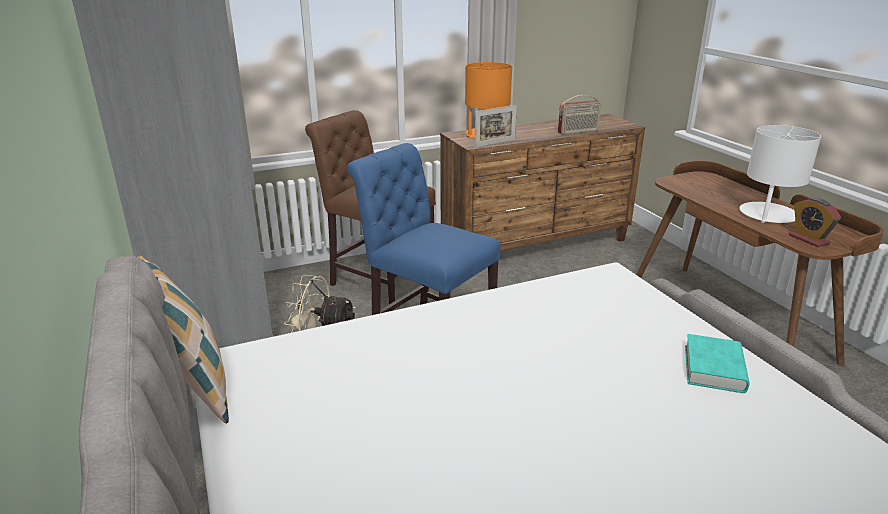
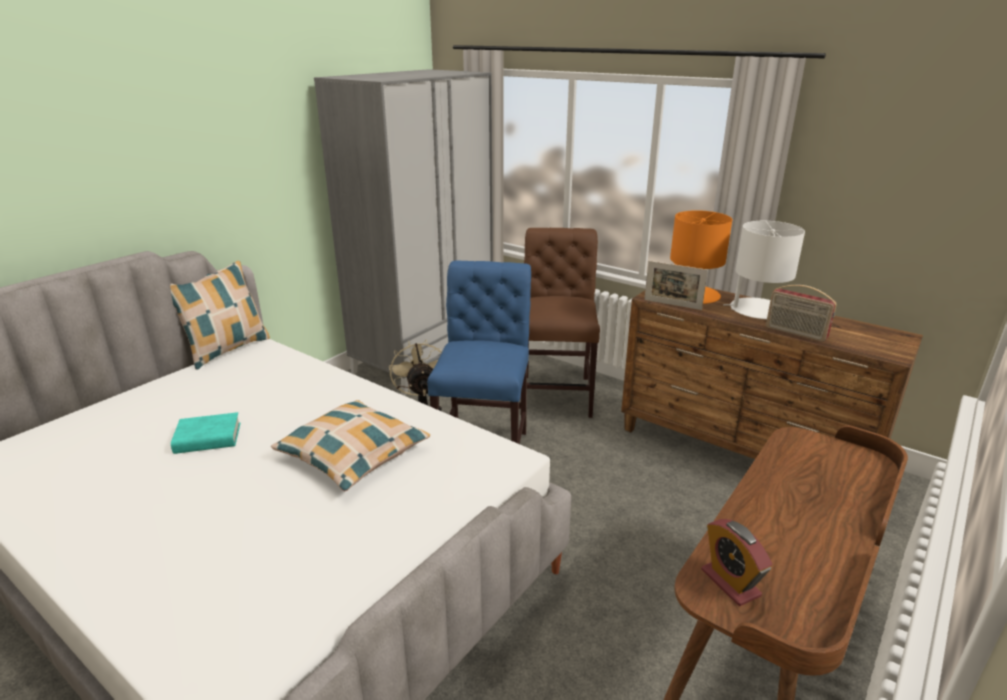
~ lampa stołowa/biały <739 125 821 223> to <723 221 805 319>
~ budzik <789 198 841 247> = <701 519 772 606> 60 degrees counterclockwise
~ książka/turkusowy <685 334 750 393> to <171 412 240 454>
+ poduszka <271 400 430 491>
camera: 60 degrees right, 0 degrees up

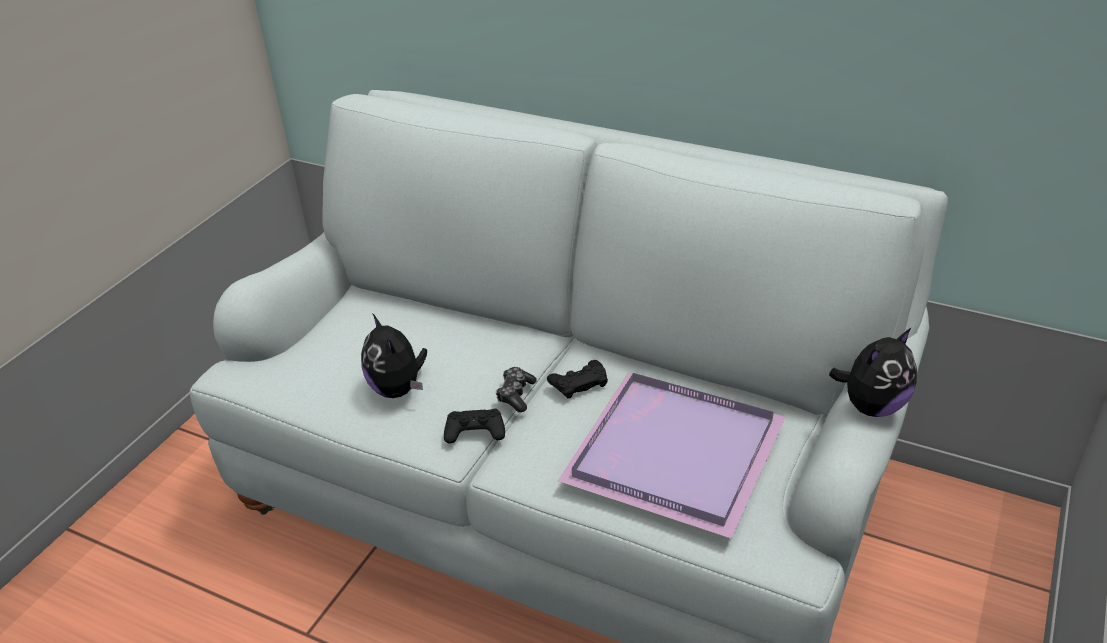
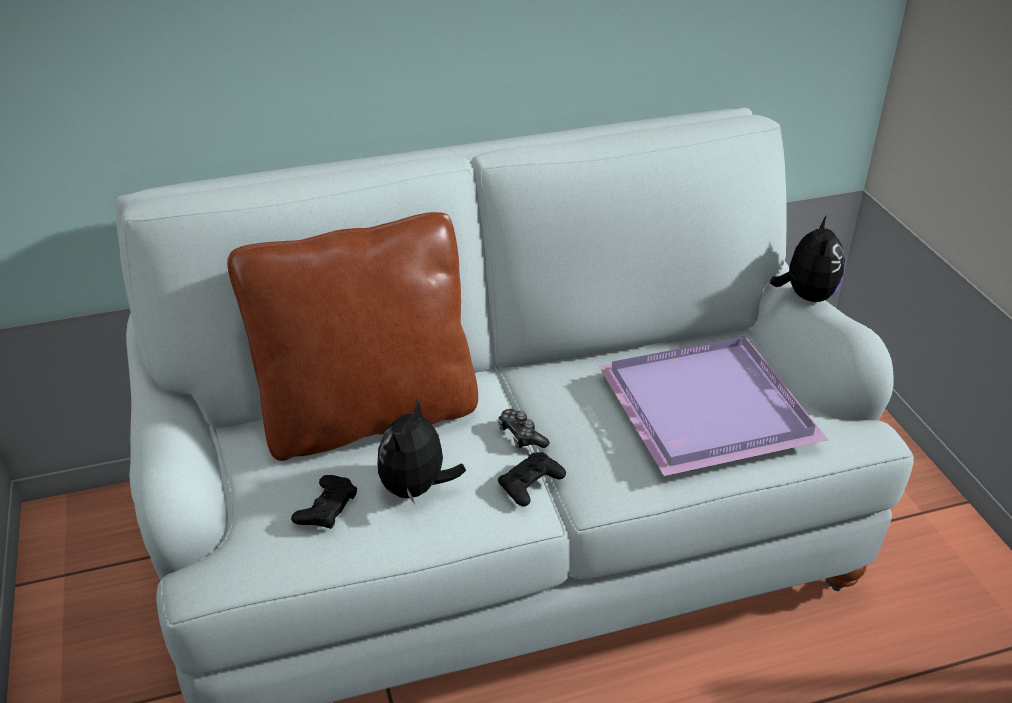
~ pluszak <361 313 427 398> = <377 397 466 505> 90 degrees clockwise
~ pad do gier/czarny <547 360 608 399> to <291 475 357 529>
+ poduszka/brązowy <227 212 478 461>
camera: 45 degrees left, 0 degrees up

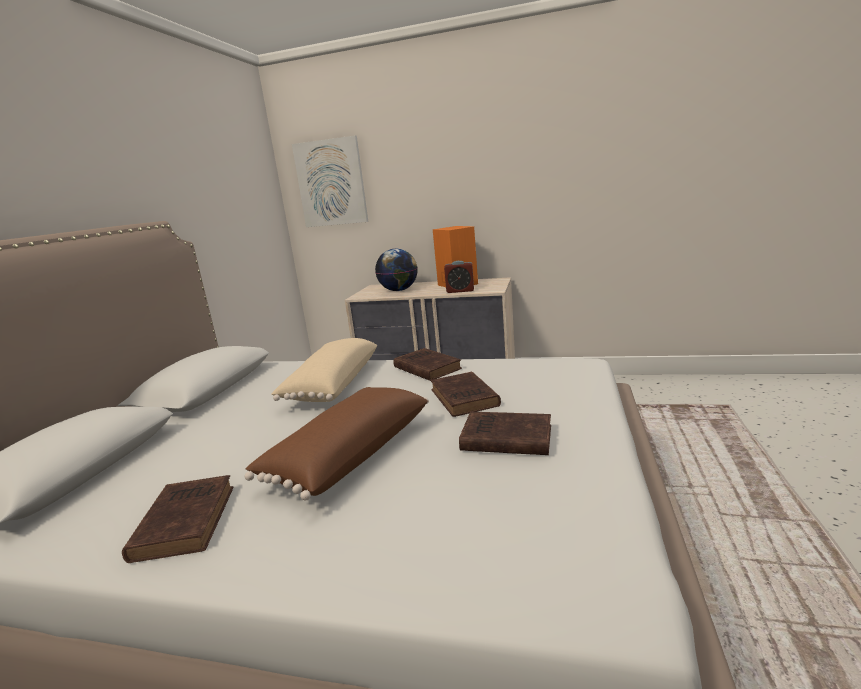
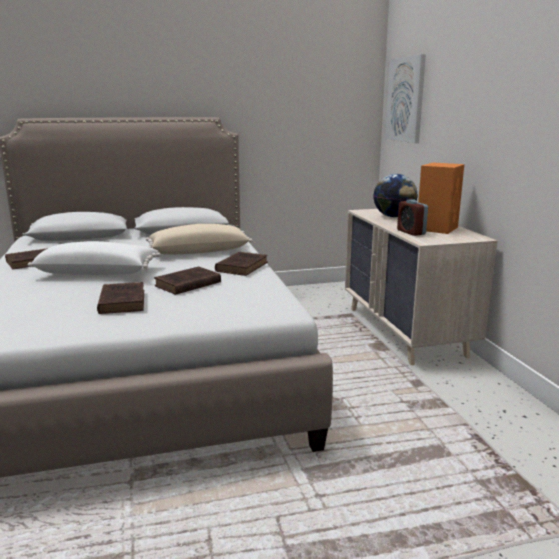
~ poduszka/brązowy <245 387 429 500> to poduszka/biały <28 241 161 275>
camera: 60 degrees right, 0 degrees up

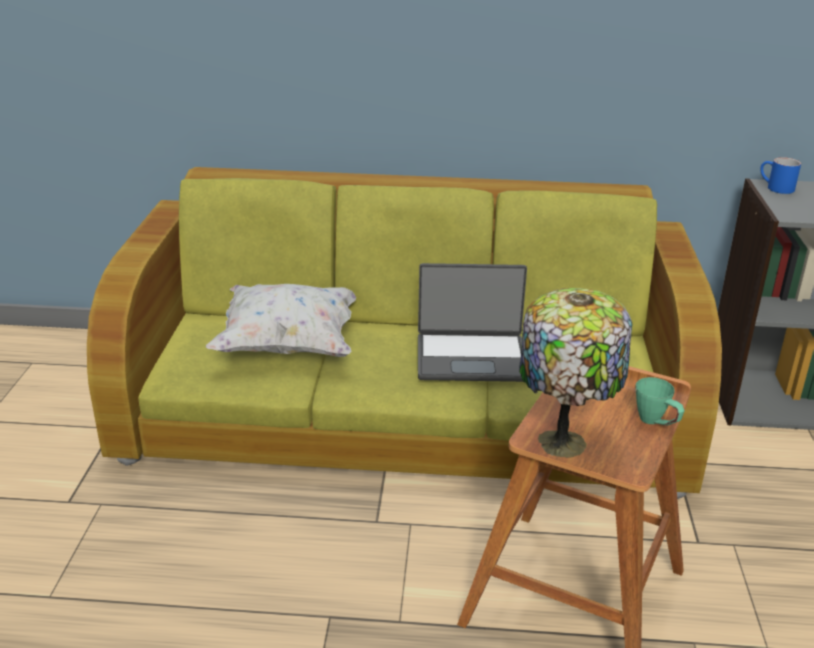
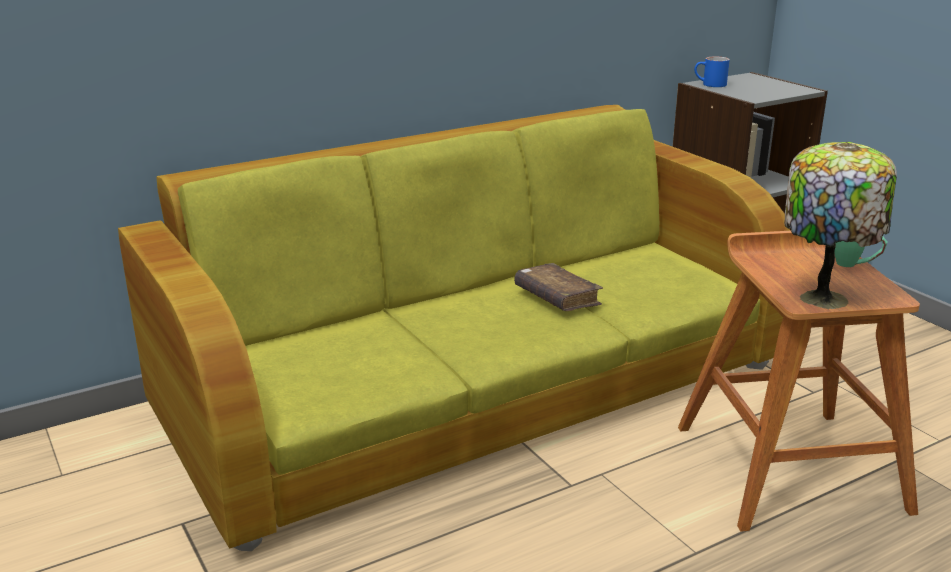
~ laptop <418 263 527 382> to książka/brązowy <514 263 603 311>
- poduszka/biały <206 284 356 357>
camera: 35 degrees left, 5 degrees down

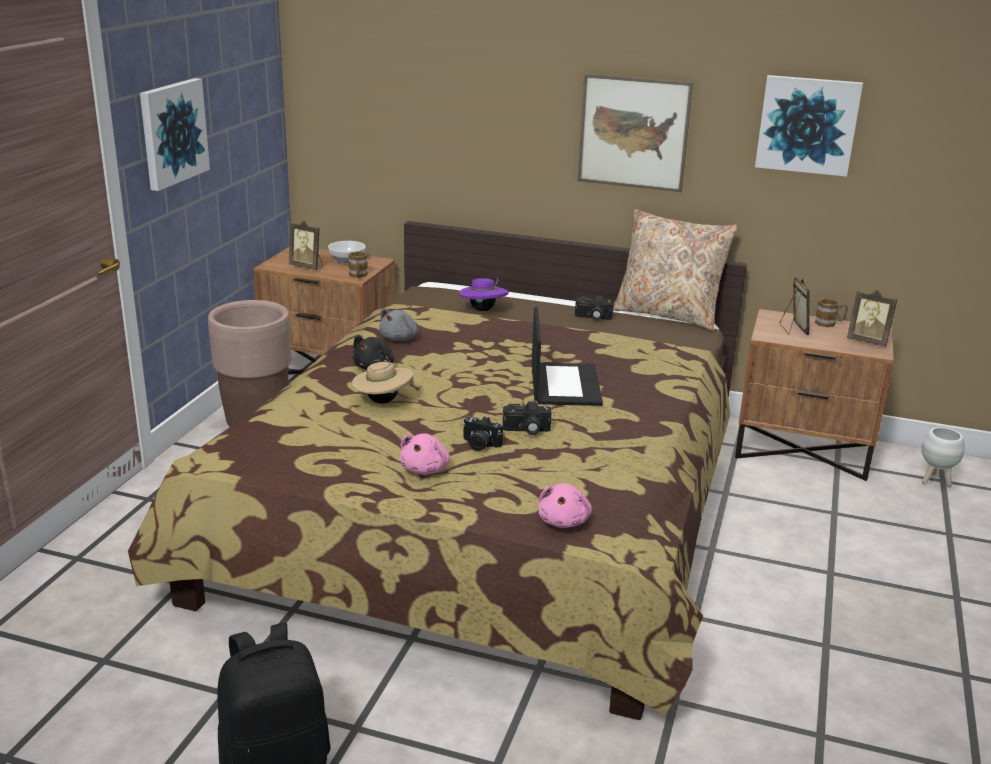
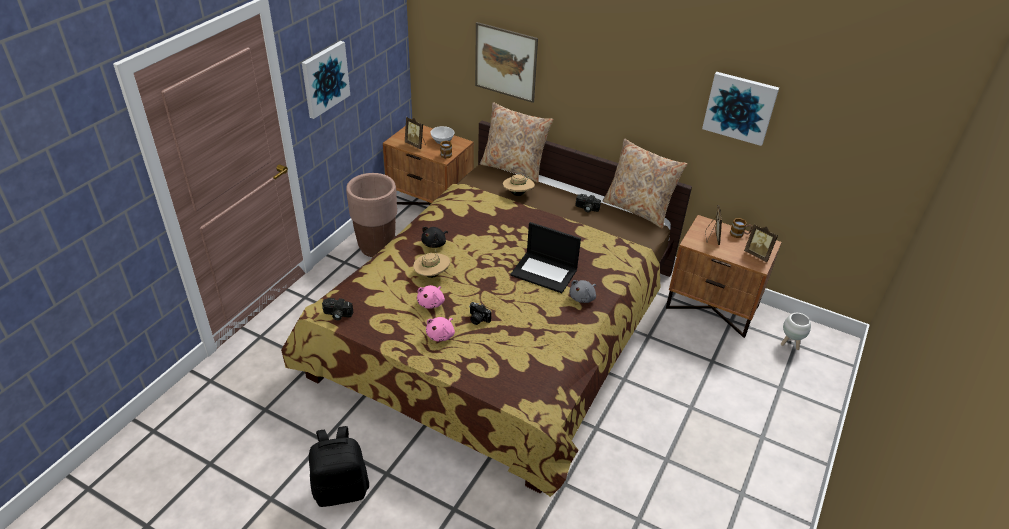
~ obraz <578 74 693 192> to <475 22 538 103>
~ kapelusz/fioletowy <459 277 509 311> to kapelusz/beżowy <503 174 535 196>
~ laptop <532 307 603 406> = <510 222 581 293> 105 degrees clockwise
~ pluszak/szary <379 308 418 341> to <570 280 596 303>
~ aparat fotograficzny <502 402 551 435> to <322 298 353 320>
~ pluszak/różowy <538 483 592 528> to <417 285 445 309>
+ poduszka/beżowy <480 102 553 183>
camera: 10 degrees right, 15 degrees up

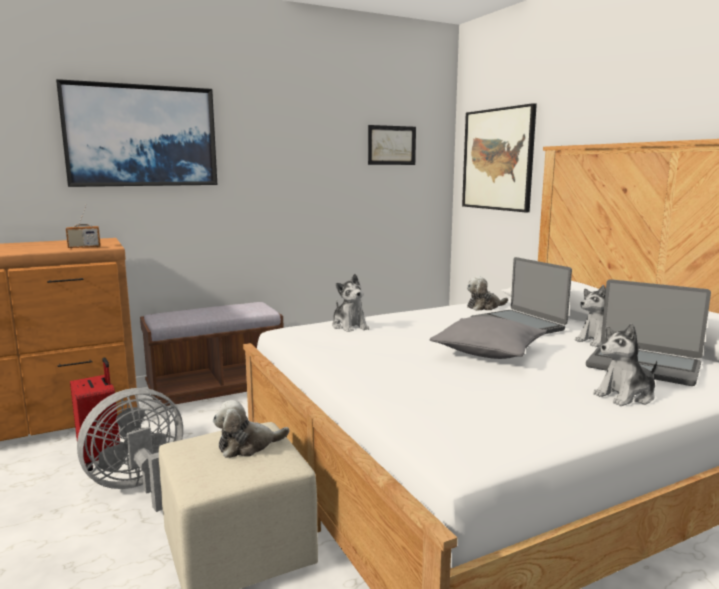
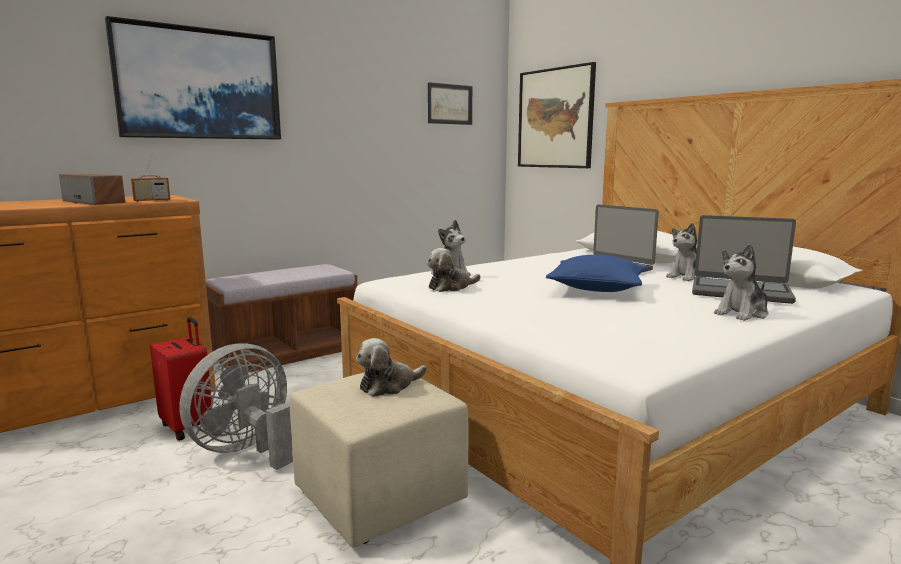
~ pluszak <467 276 508 311> to <427 248 481 292>
~ poduszka/szary <430 316 547 359> to poduszka/niebieski <546 255 647 292>
+ głośnik <59 174 125 205>
camera: 10 degrees left, 0 degrees up

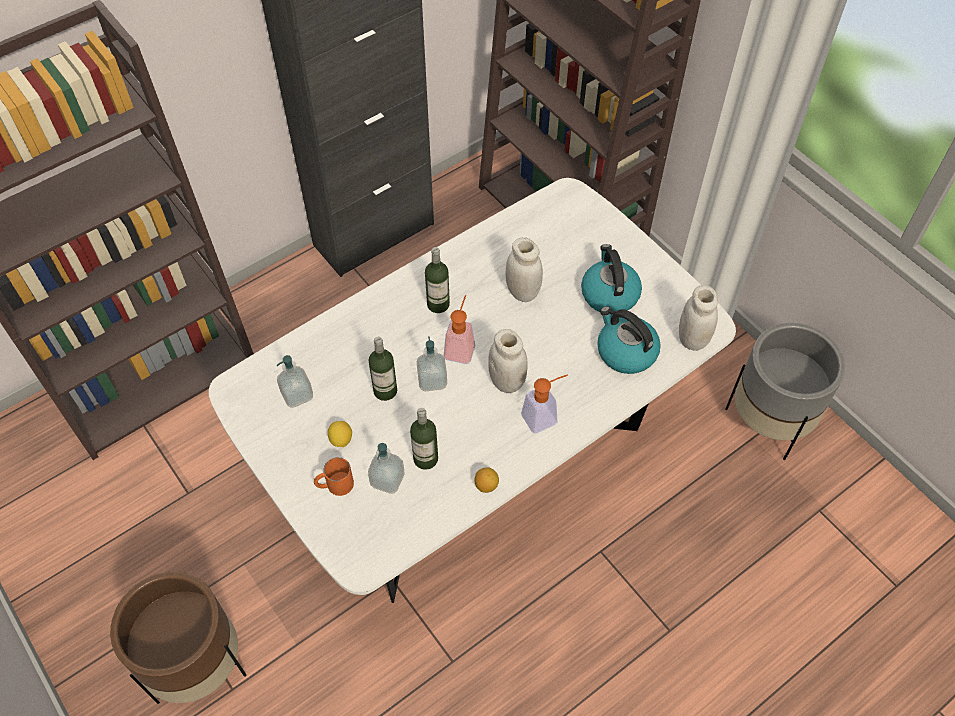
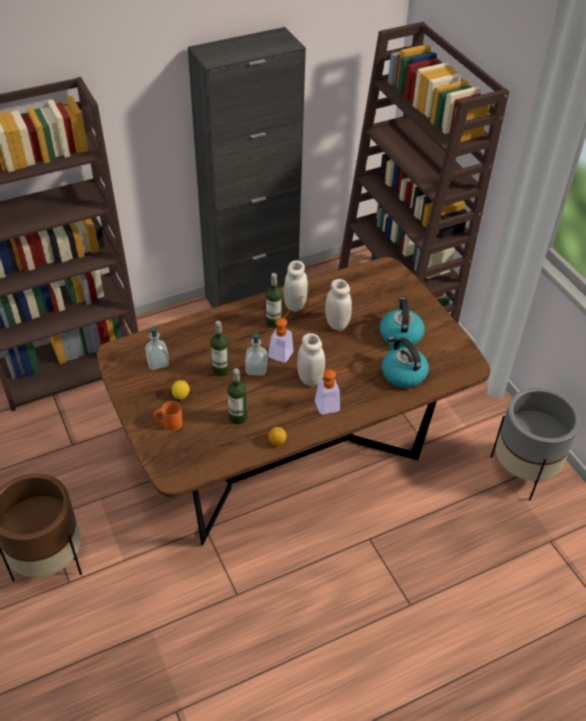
~ stół jadalny/biały <209 178 736 603> to stół jadalny/brązowy <97 257 490 546>
~ słoik/biały <679 285 718 351> to <284 260 308 312>
- dozownik mydła <368 443 404 494>
camera: 10 degrees right, 10 degrees down

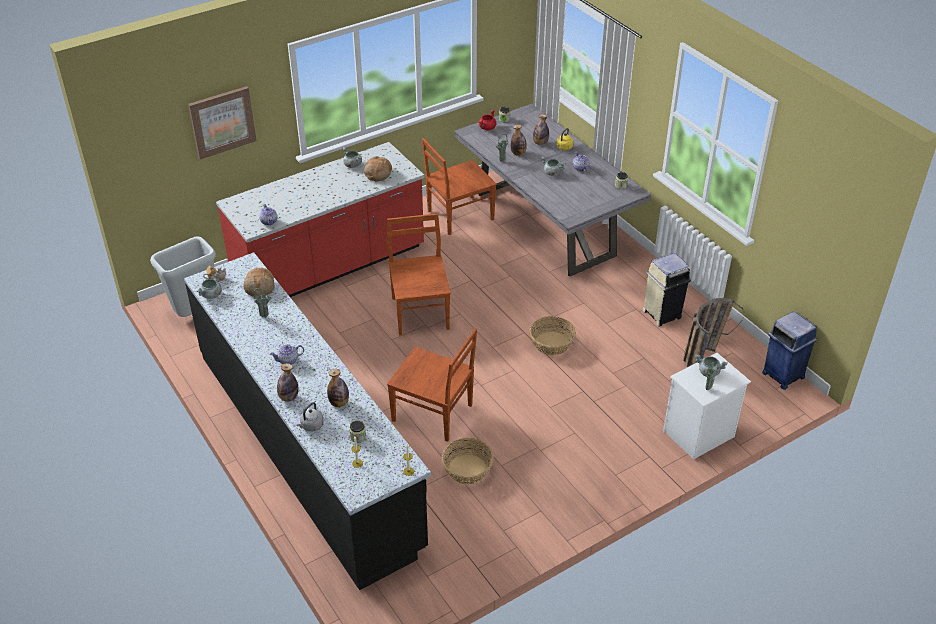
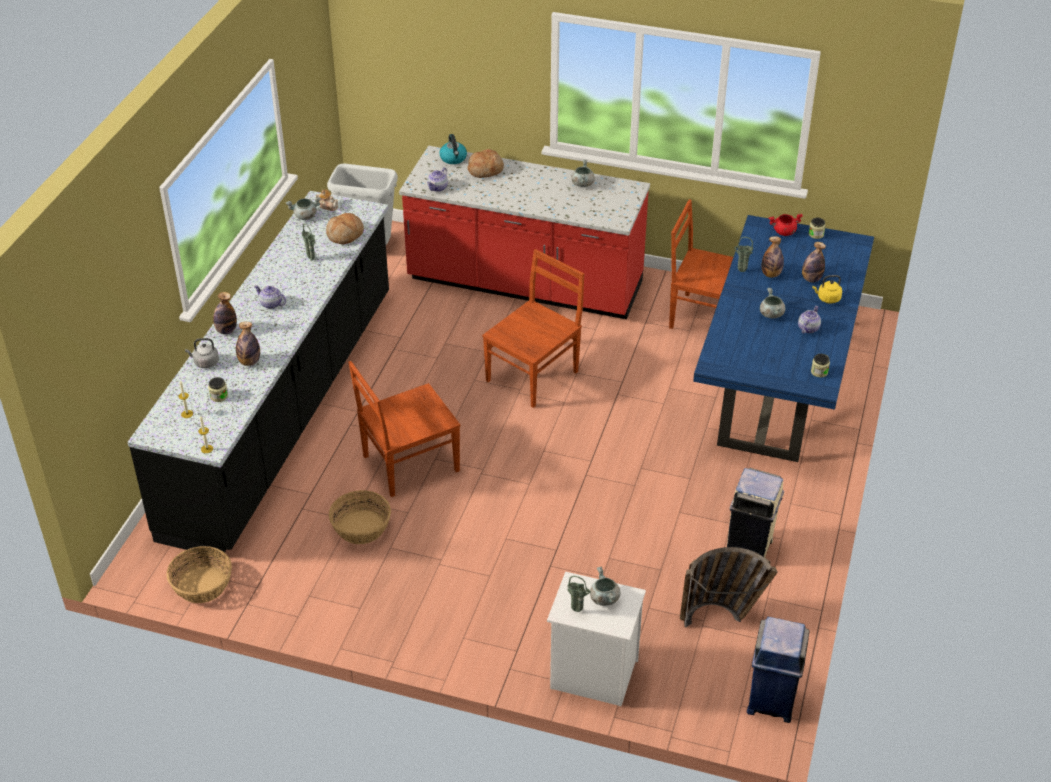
- obraz <188 86 256 159>
~ stół jadalny/szary <454 104 651 277> to stół jadalny/niebieski <693 215 874 462>
~ chleb <364 156 392 182> to <468 149 504 178>
~ koszyk <530 316 576 355> to <166 546 232 603>
~ krzesło/brązowy <387 328 477 442> = <348 361 461 497> 75 degrees clockwise
+ czajnik <439 134 467 164>
camera: 50 degrees right, 0 degrees up

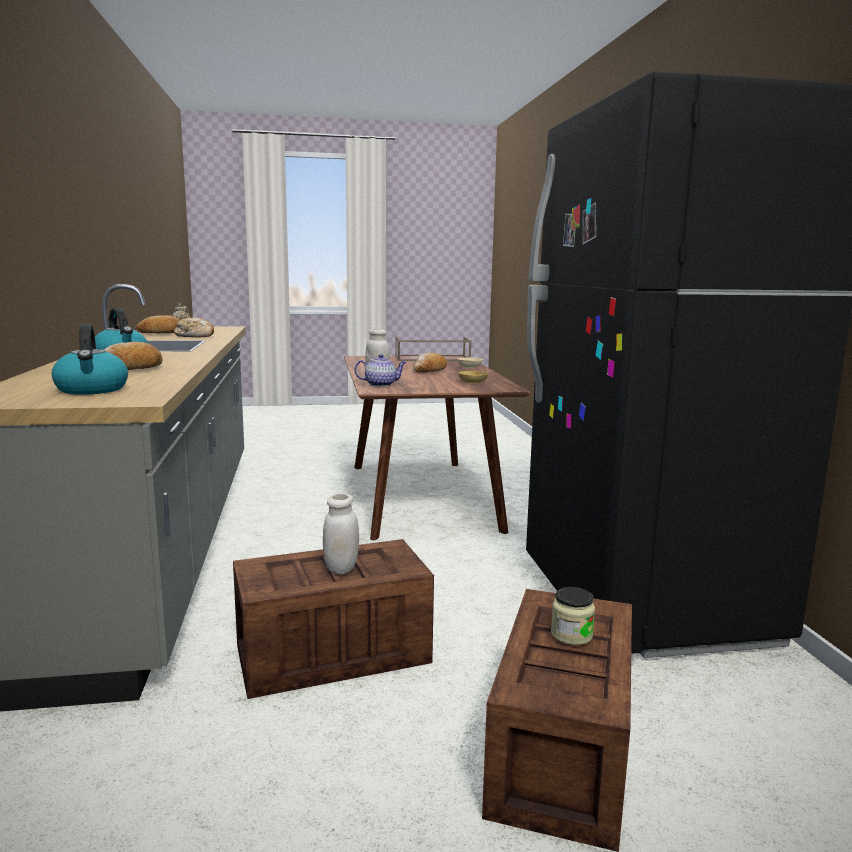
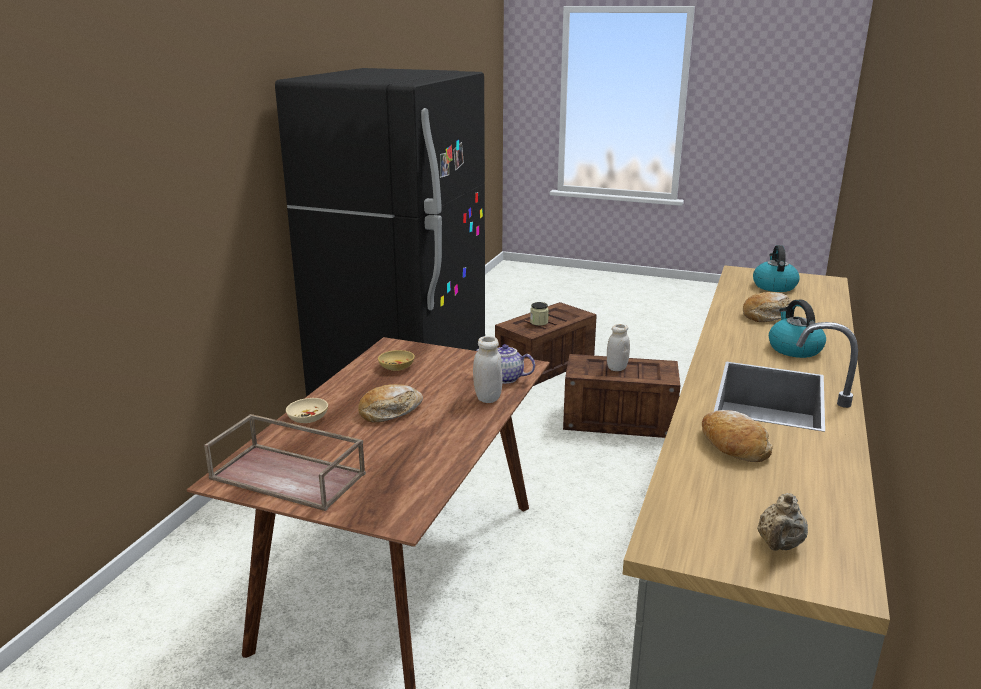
- chleb <136 315 180 333>
camera: 150 degrees left, 10 degrees up

